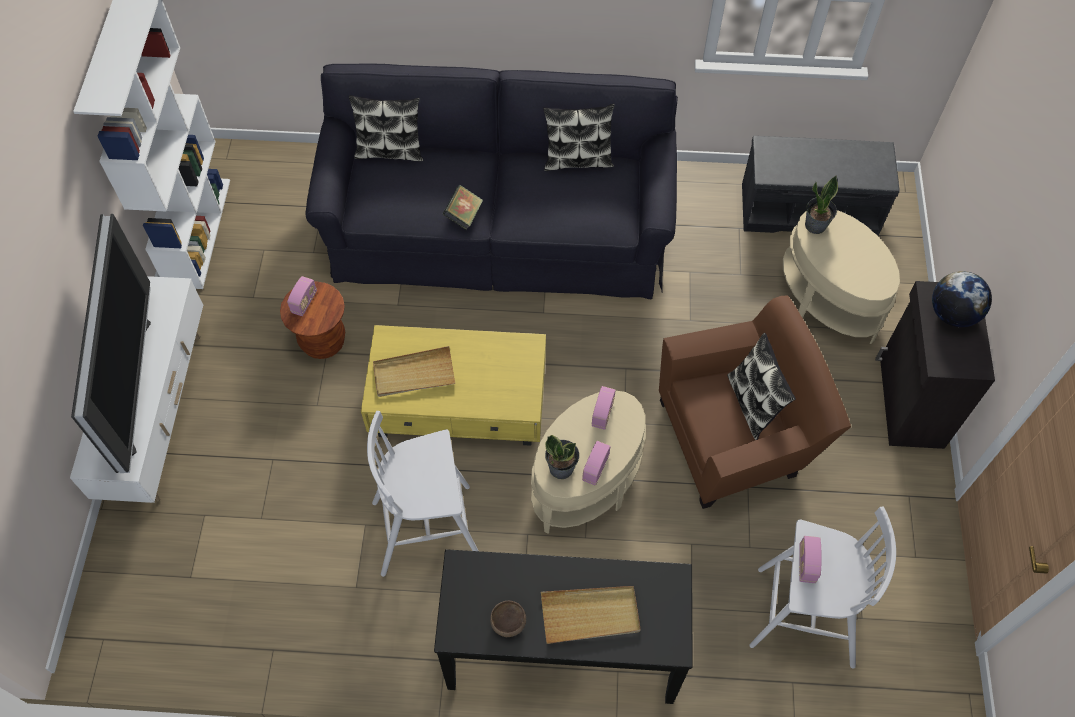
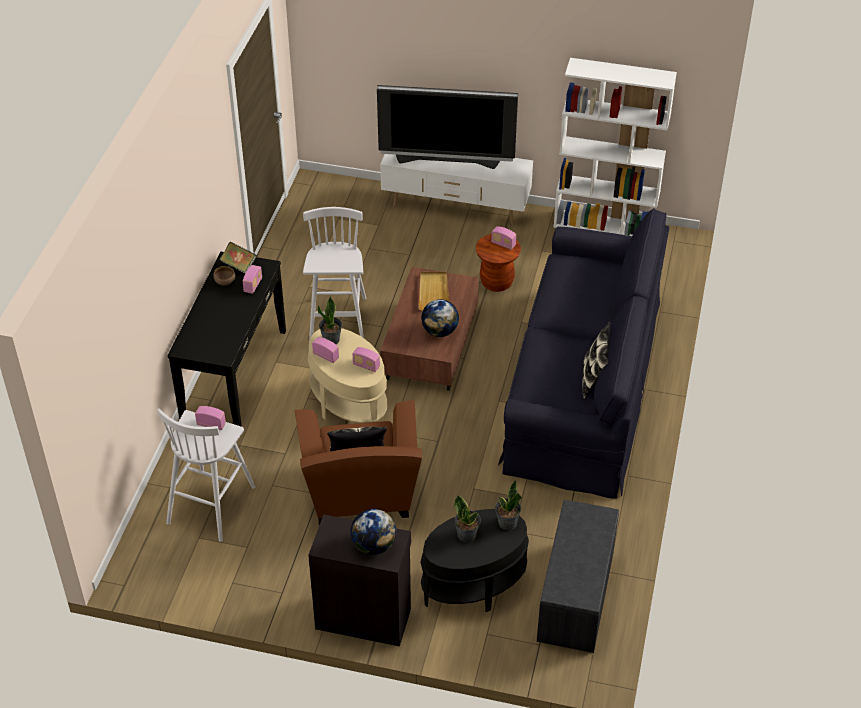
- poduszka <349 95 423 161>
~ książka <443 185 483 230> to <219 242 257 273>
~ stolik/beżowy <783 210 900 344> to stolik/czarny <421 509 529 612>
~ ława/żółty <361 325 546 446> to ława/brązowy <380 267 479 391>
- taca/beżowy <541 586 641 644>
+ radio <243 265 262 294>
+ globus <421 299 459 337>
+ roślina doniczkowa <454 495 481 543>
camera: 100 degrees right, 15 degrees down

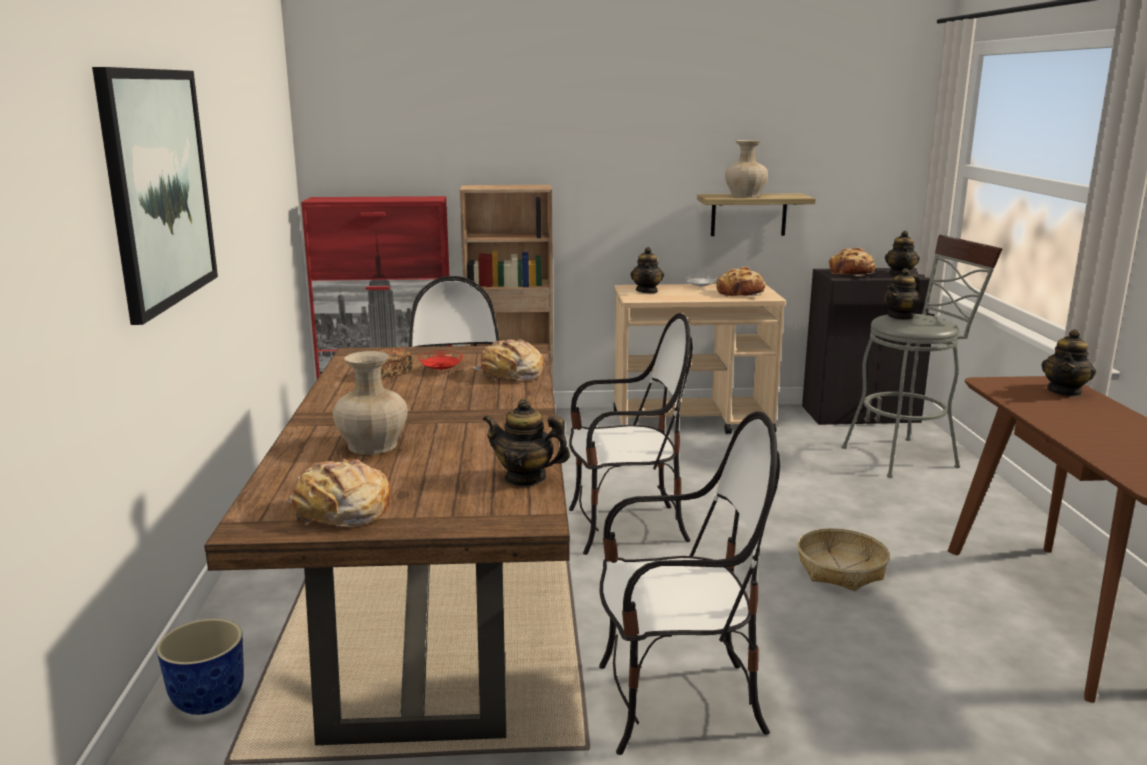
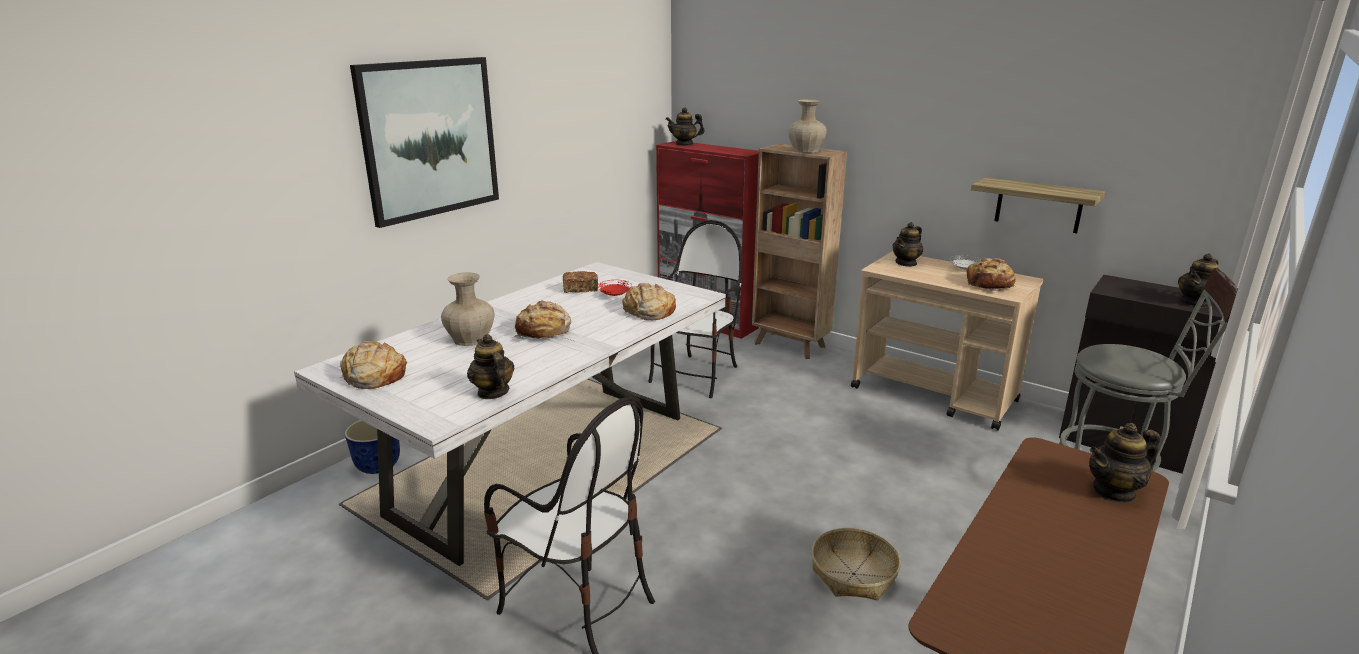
~ wazon/beżowy <725 140 768 198> to <788 99 827 153>
~ chleb <829 248 876 276> to <513 301 571 339>
~ imbryk <884 268 920 320> to <666 107 705 146>
- krzesło <569 313 693 555>
~ stół jadalny/brązowy <204 345 570 745> to stół jadalny/biały <294 262 726 566>
camera: 40 degrees right, 5 degrees up

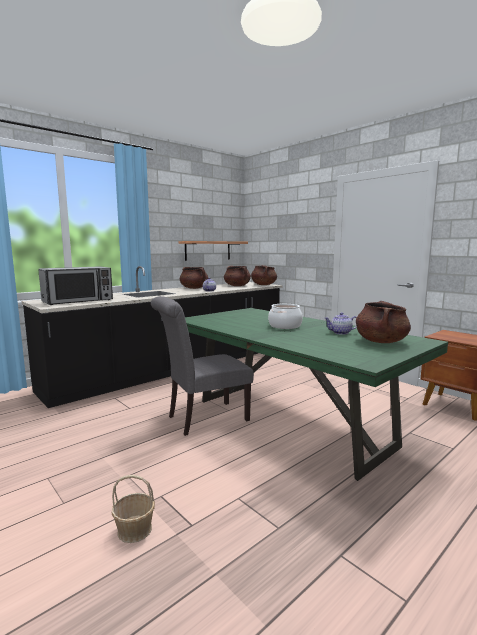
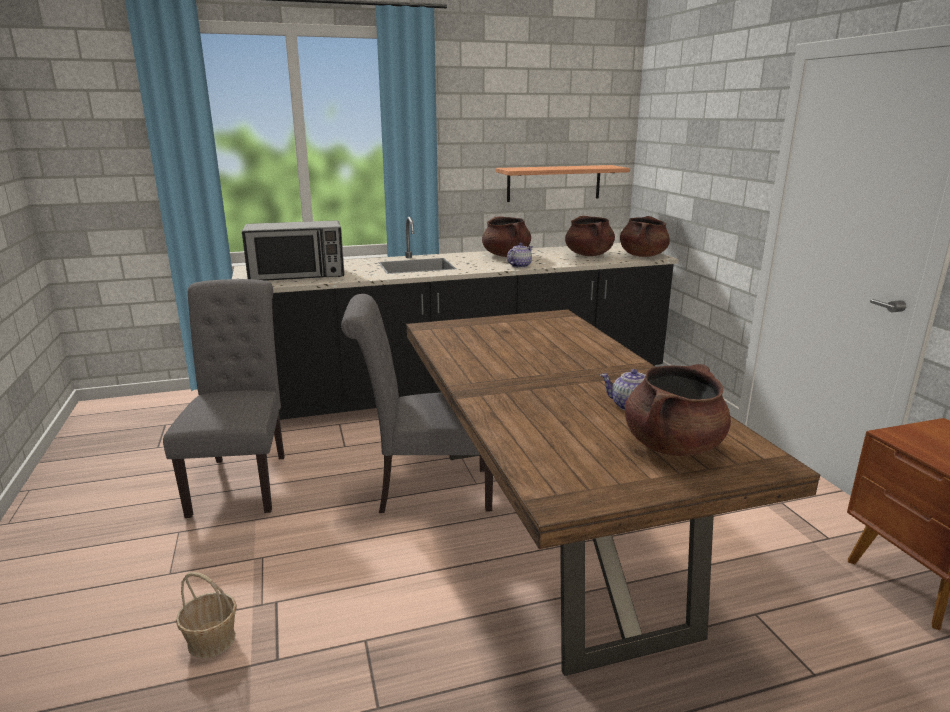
- garnek <268 304 303 329>
~ stół jadalny/zielony <185 308 448 481> to stół jadalny/brązowy <406 309 820 676>
+ krzesło/szary <163 279 285 518>
camera: 25 degrees right, 10 degrees up

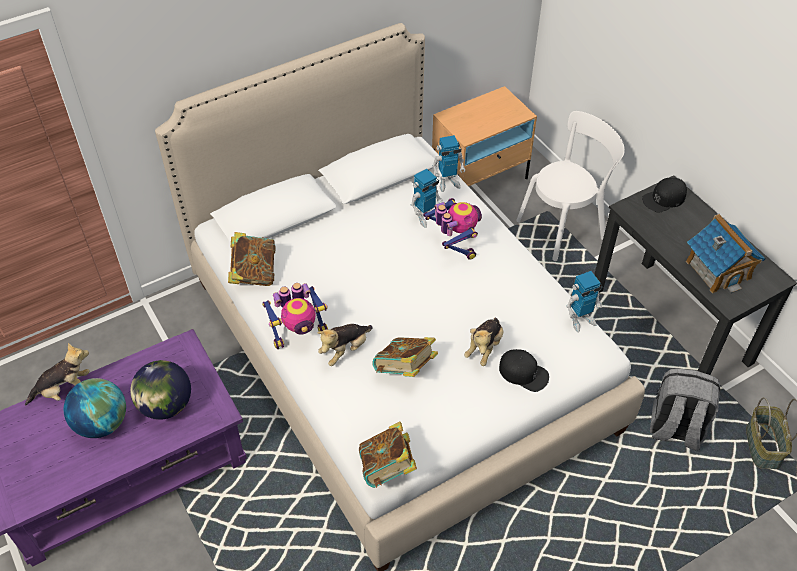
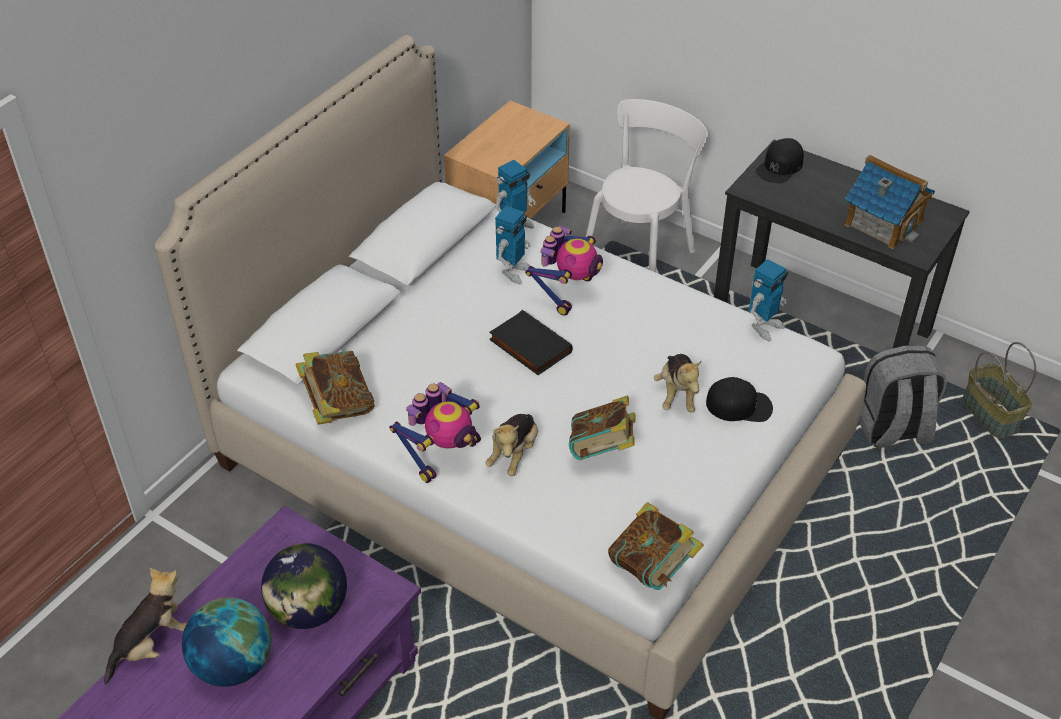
~ robot zabawkowy <423 198 482 260> = <525 226 603 316> 75 degrees clockwise
+ książka/czarny <489 310 572 375>
camera: 25 degrees left, 5 degrees down

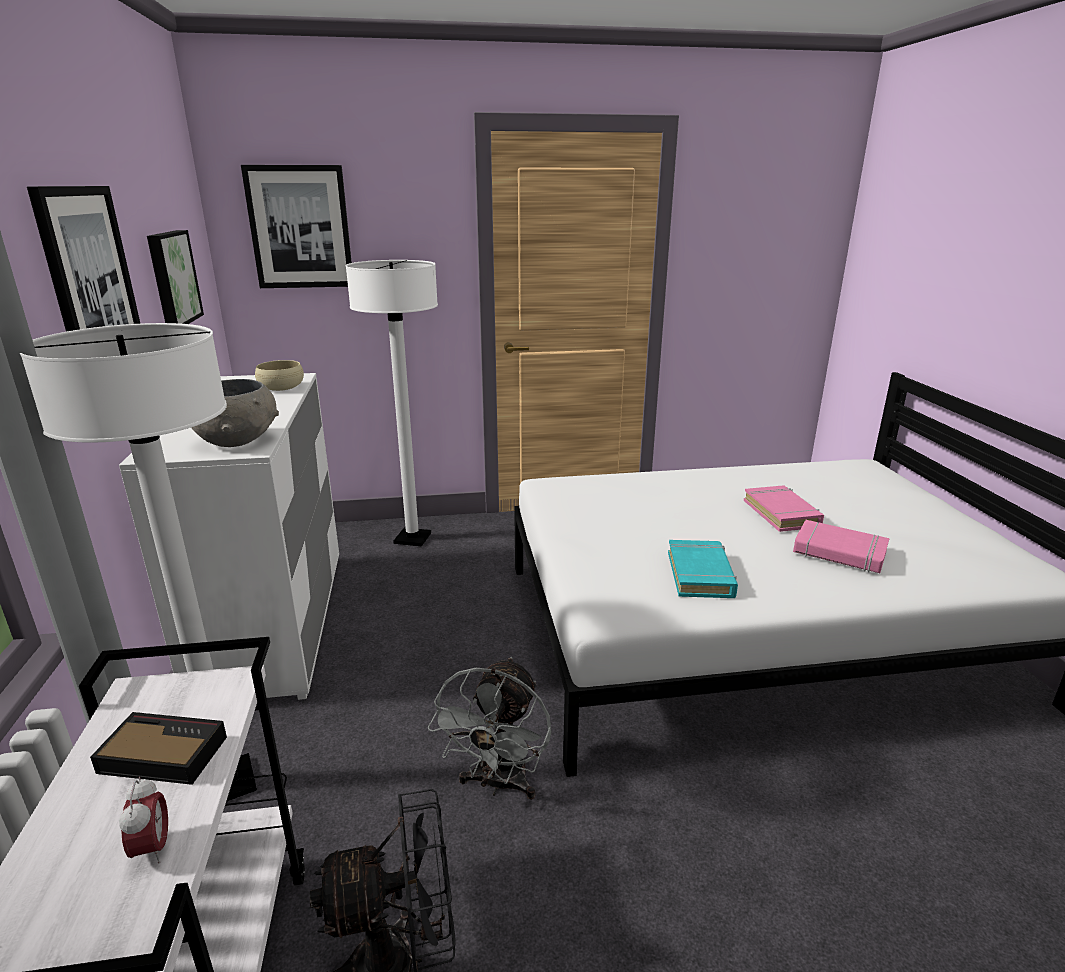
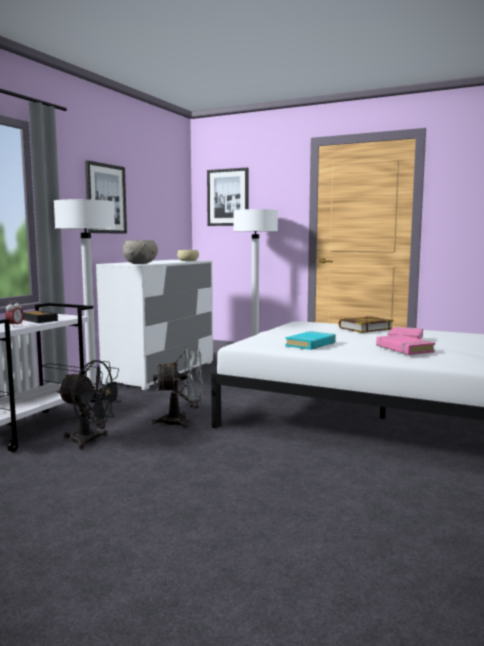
- obraz <147 230 204 324>
~ wentylator/szary <428 657 552 800> = <152 348 203 429> 150 degrees counterclockwise
+ książka <338 316 394 333>
camera: 35 degrees right, 15 degrees down

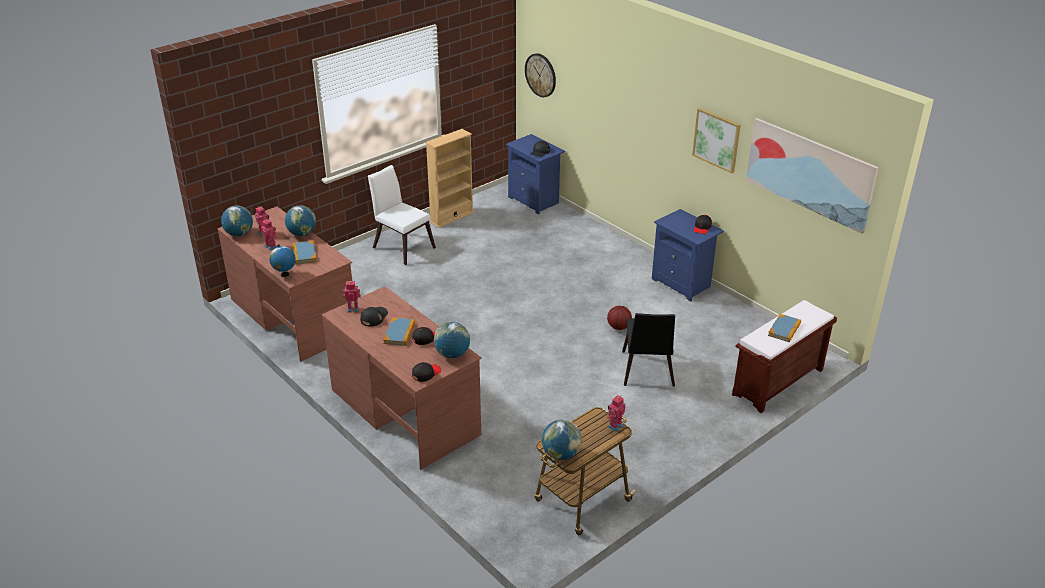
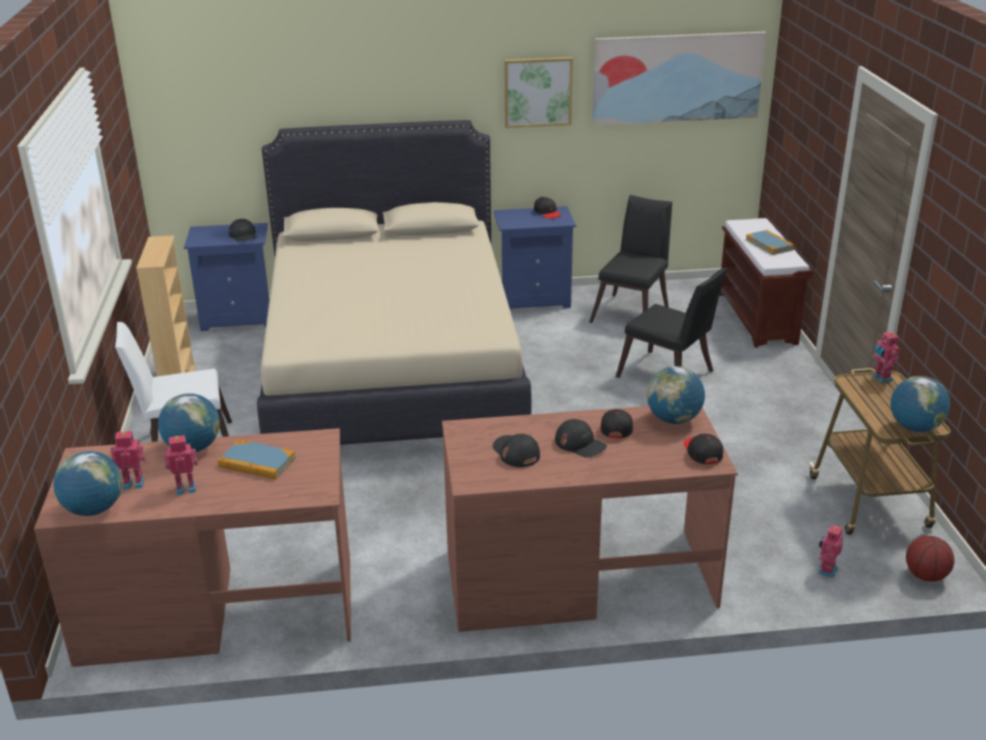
- zegar ścienny <525 53 556 97>
- globus <269 244 296 277>
~ robot zabawkowy <343 281 361 313> to <818 524 843 578>
~ piłka do koszykówki <607 306 632 330> to <906 536 954 582>
~ książka <383 318 415 346> to czapka z daszkiem/czarny <555 419 607 458>
+ łóżko/beżowy <257 120 531 445>
+ krzesło/czarny <589 195 672 323>
camera: 55 degrees left, 5 degrees down

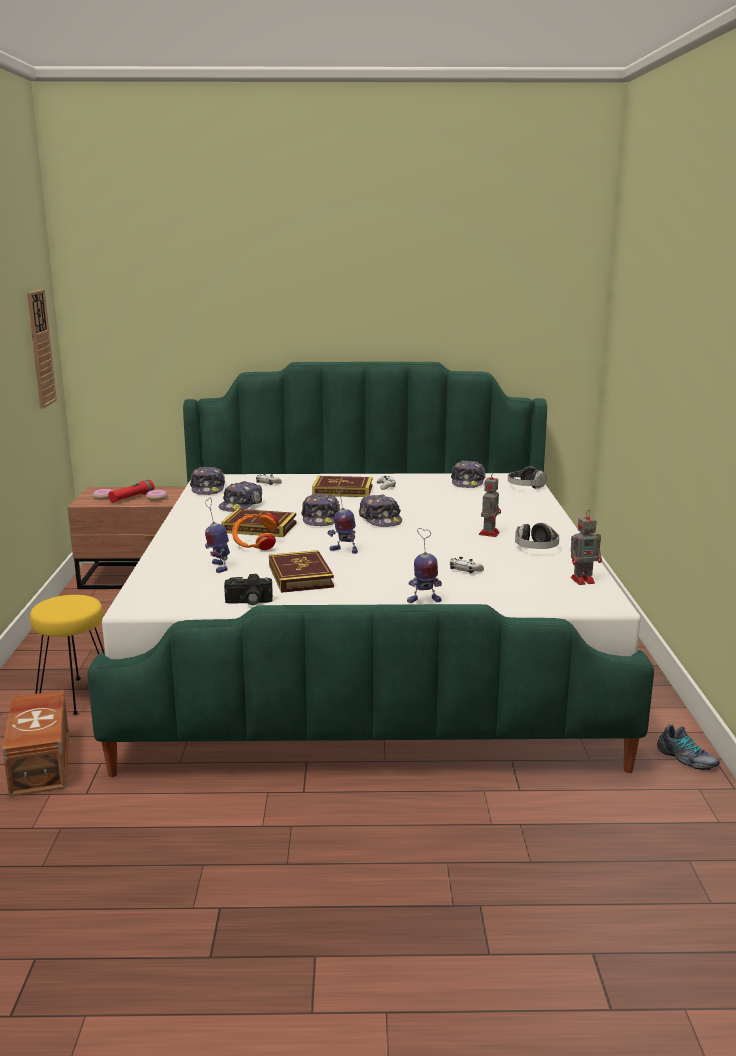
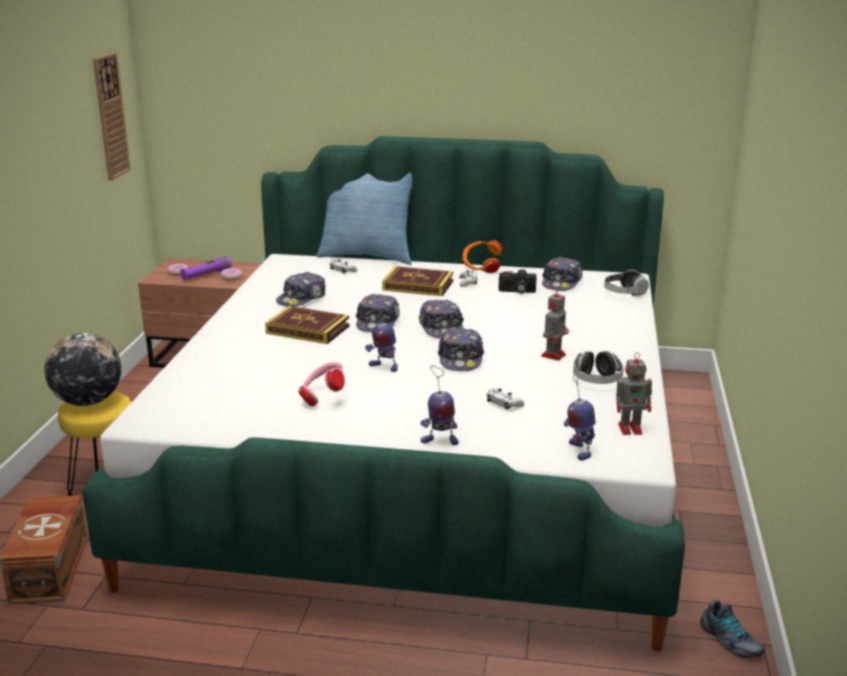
~ czapka z daszkiem <190 467 225 495> to <438 327 484 371>
~ latarka/czerwony <108 480 154 503> to latarka/fioletowy <180 256 232 281>
~ robot zabawkowy <205 498 230 573> to <564 369 596 461>
~ słuchawki/pomarańczowy <232 513 279 550> to <463 240 503 273>
~ książka <269 550 334 593> to słuchawki/różowy <298 362 345 406>
~ aparat fotograficzny <224 574 273 605> to <499 269 537 294>
+ poduszka <317 173 412 265>
+ globus <45 333 121 406>
camera: 10 degrees right, 5 degrees up

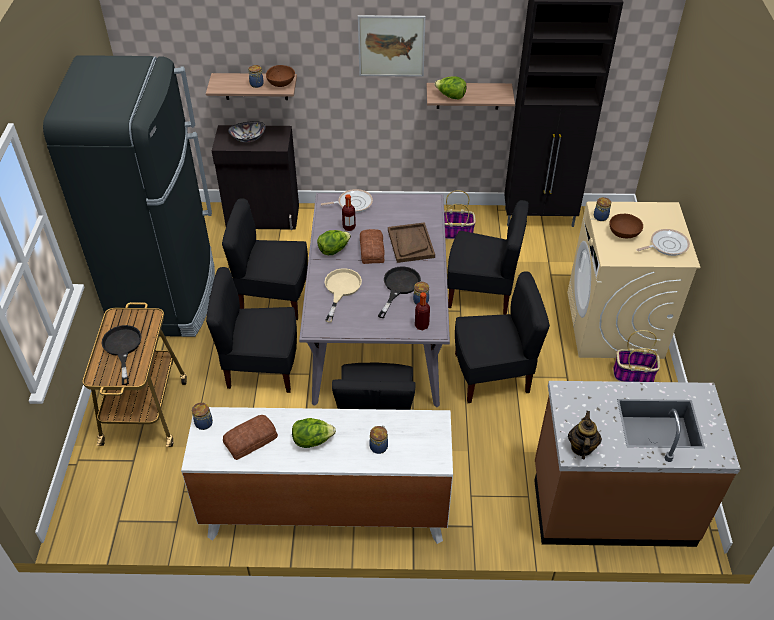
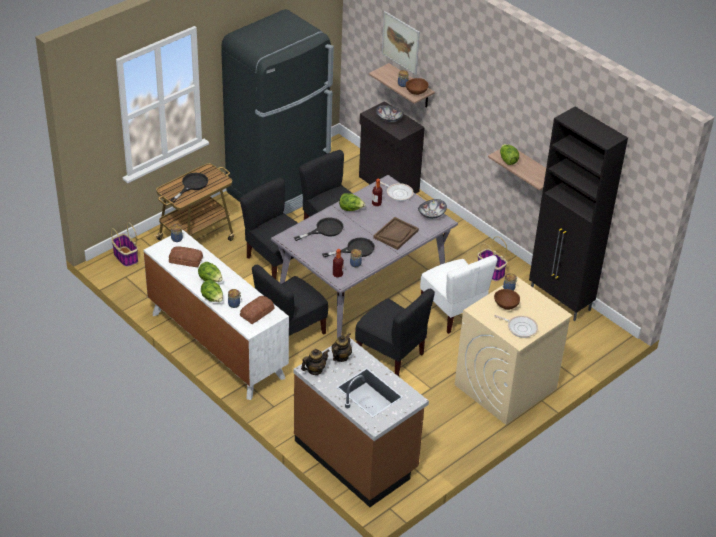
~ obraz <358 15 425 77> to <382 11 420 75>
~ krzesło/czarny <447 200 529 315> to krzesło/biały <420 255 498 334>
~ chleb <360 229 384 264> to <240 296 274 324>
~ patelnia/beżowy <324 268 362 323> to patelnia/czarny <294 218 343 241>
~ koszyk <613 330 660 382> to <111 222 138 267>
+ miska <418 199 447 219>
+ sałata <201 280 223 302>
+ imbryk <332 333 352 362>
camera: 45 degrees right, 5 degrees down

